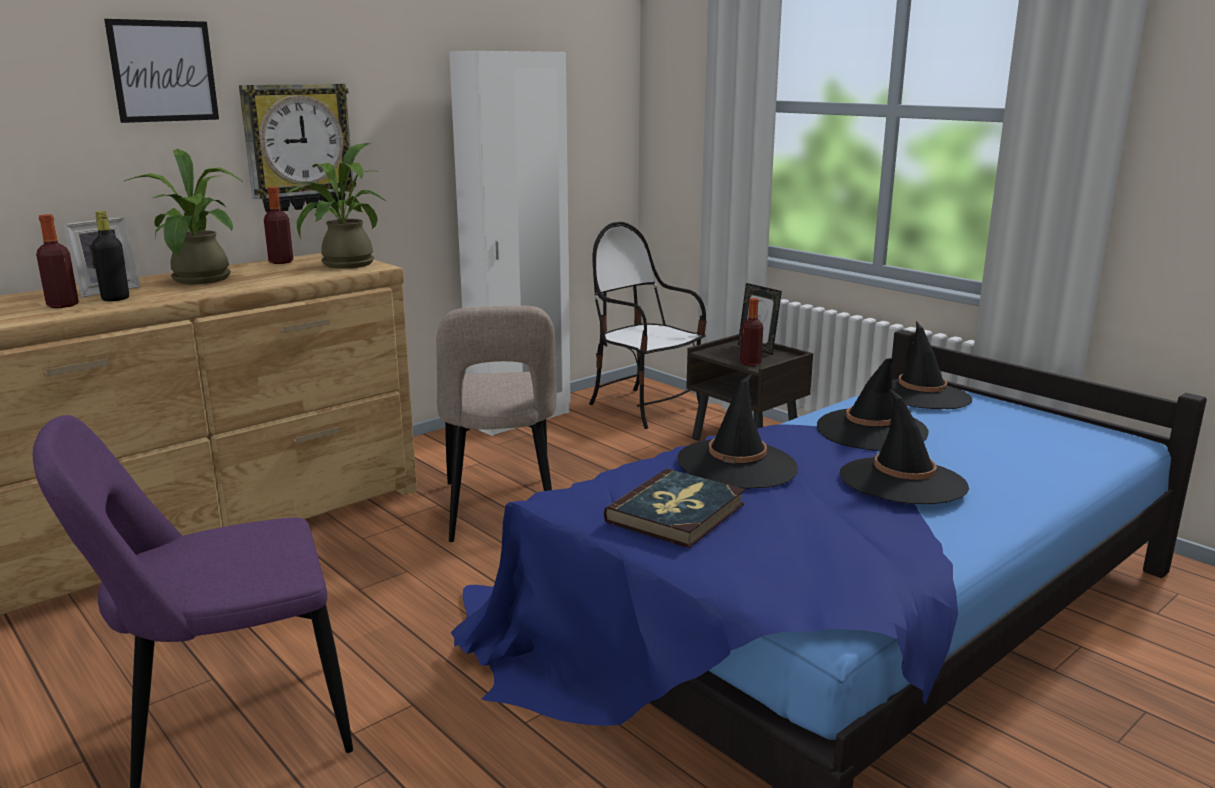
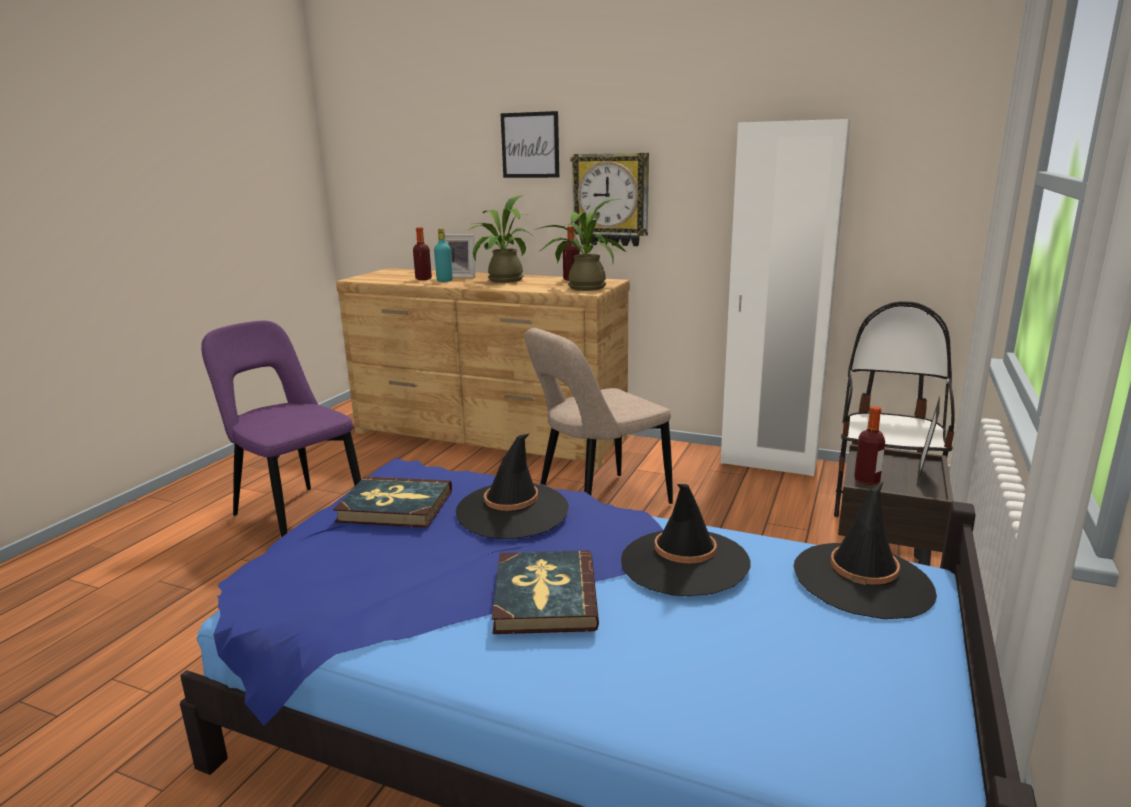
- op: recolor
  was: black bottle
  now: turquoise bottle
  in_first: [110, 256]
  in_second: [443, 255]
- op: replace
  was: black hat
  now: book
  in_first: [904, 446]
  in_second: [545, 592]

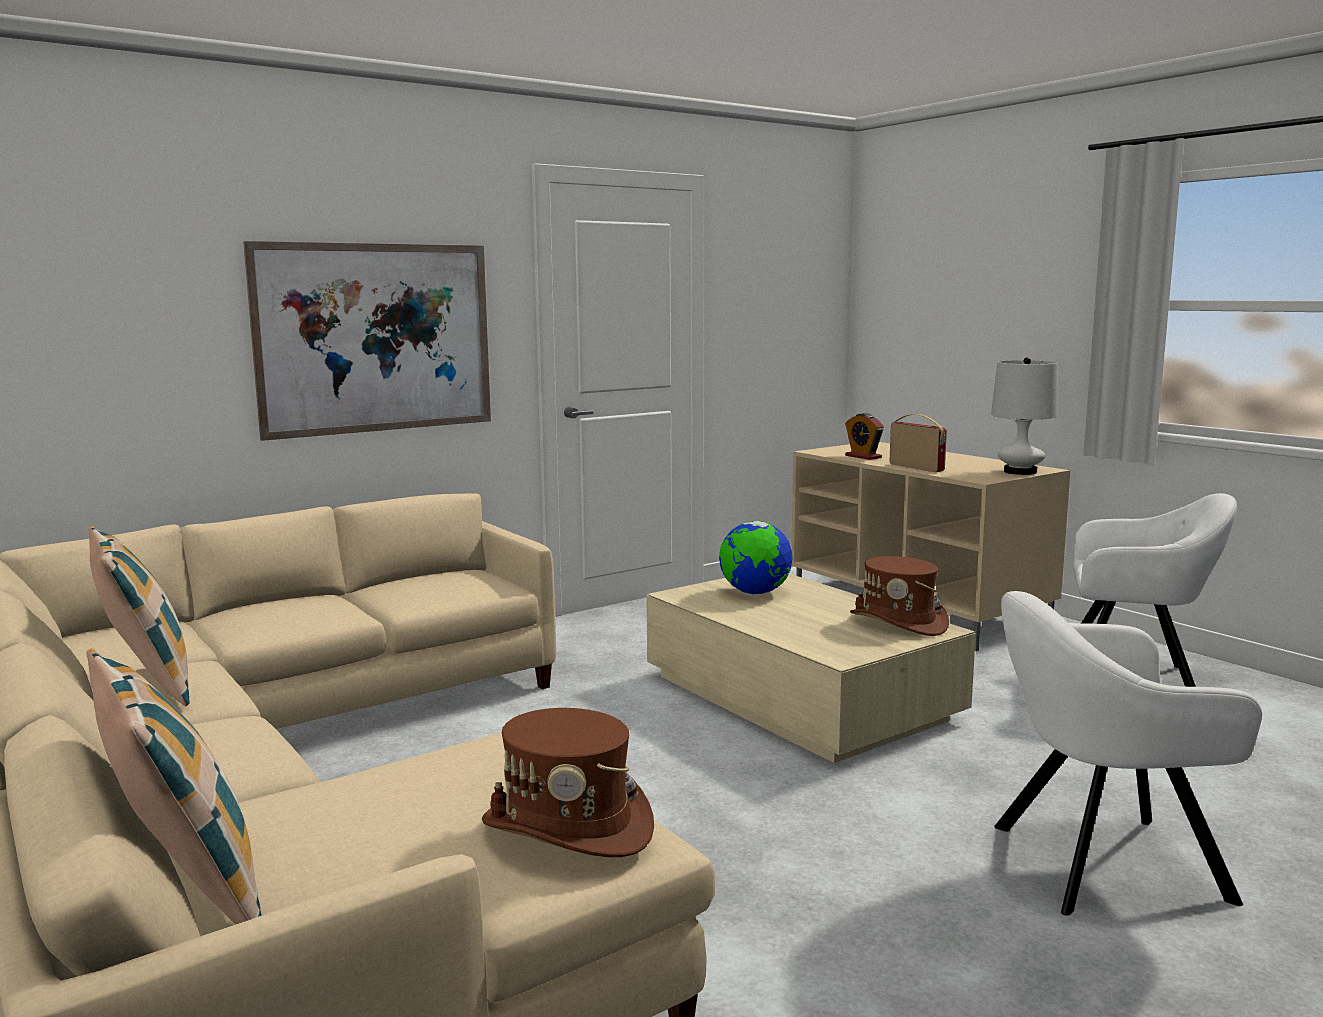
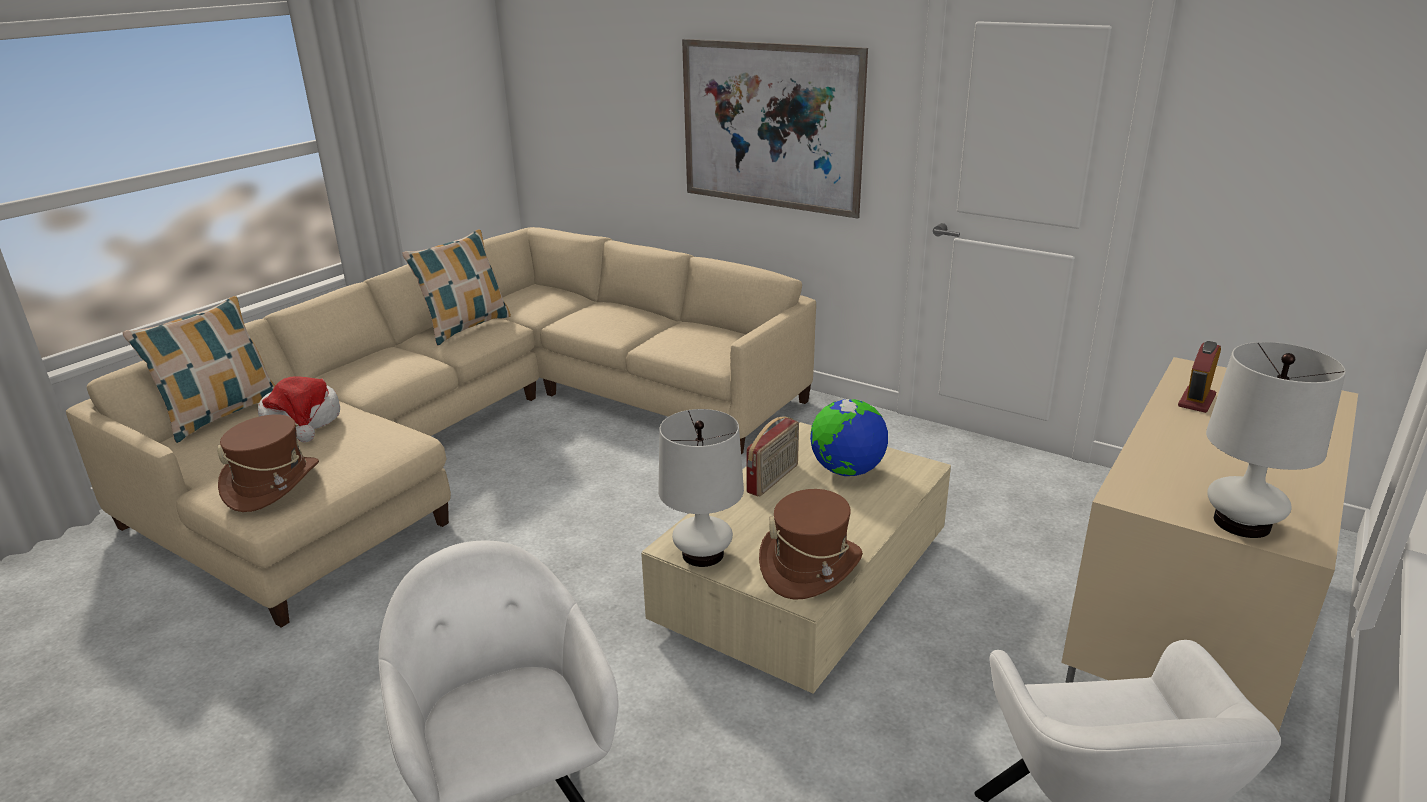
- op: insert
  now: hat
  in_second: [299, 409]
- op: insert
  now: whitish lamp for a table
  in_second: [701, 488]
- op: move
  was: radio set
  in_first: [918, 443]
  in_second: [772, 456]

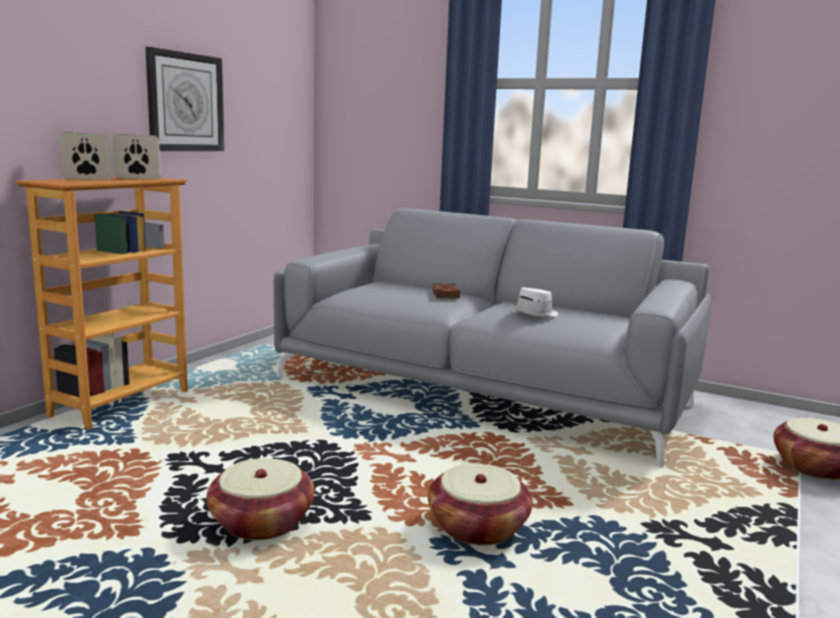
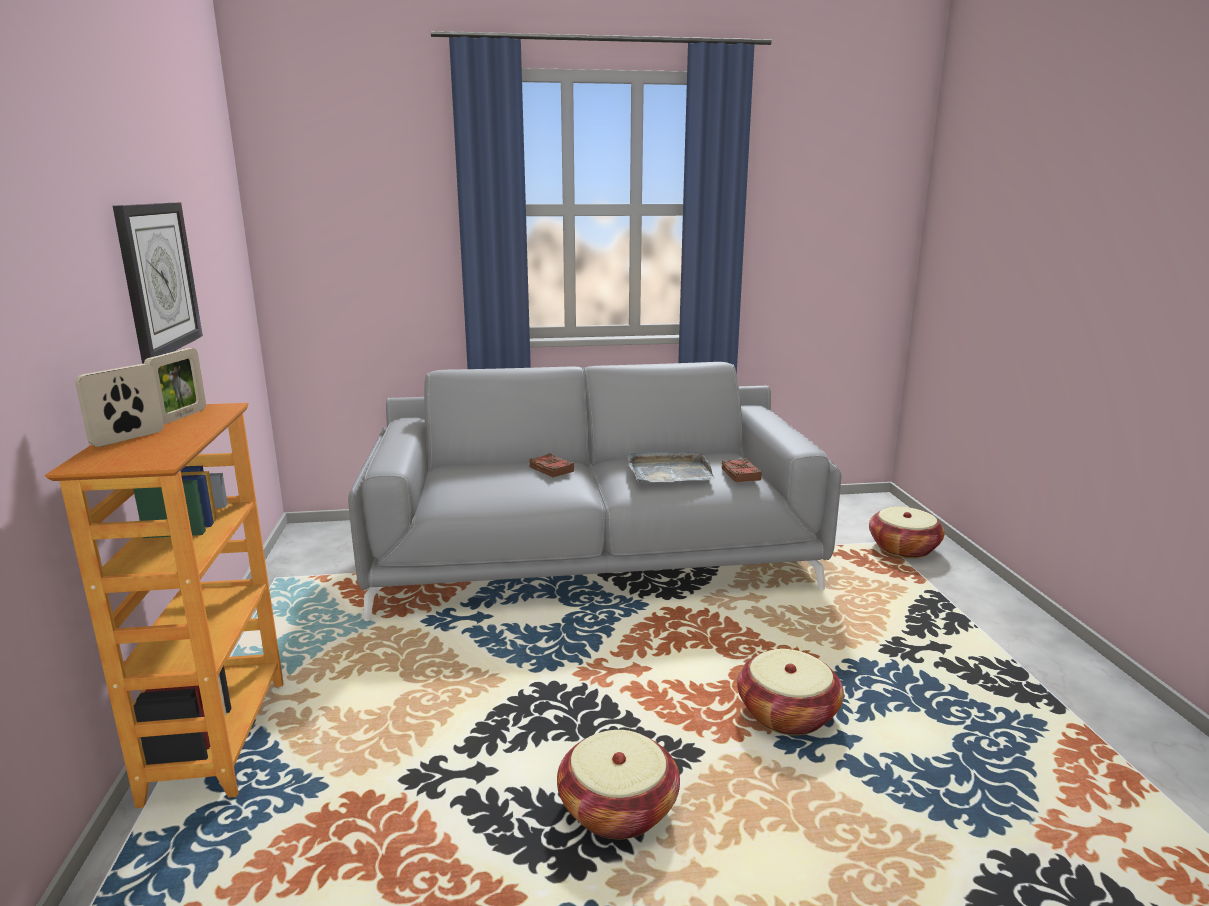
- op: rotate
  was: standing frame
  in_first: [136, 156]
  in_second: [175, 386]
  clockwise: 150
- op: replace
  was: whitish hat
  now: gray serving tray
  in_first: [535, 302]
  in_second: [671, 466]
- op: insert
  now: brown-coloured book
  in_second: [742, 470]

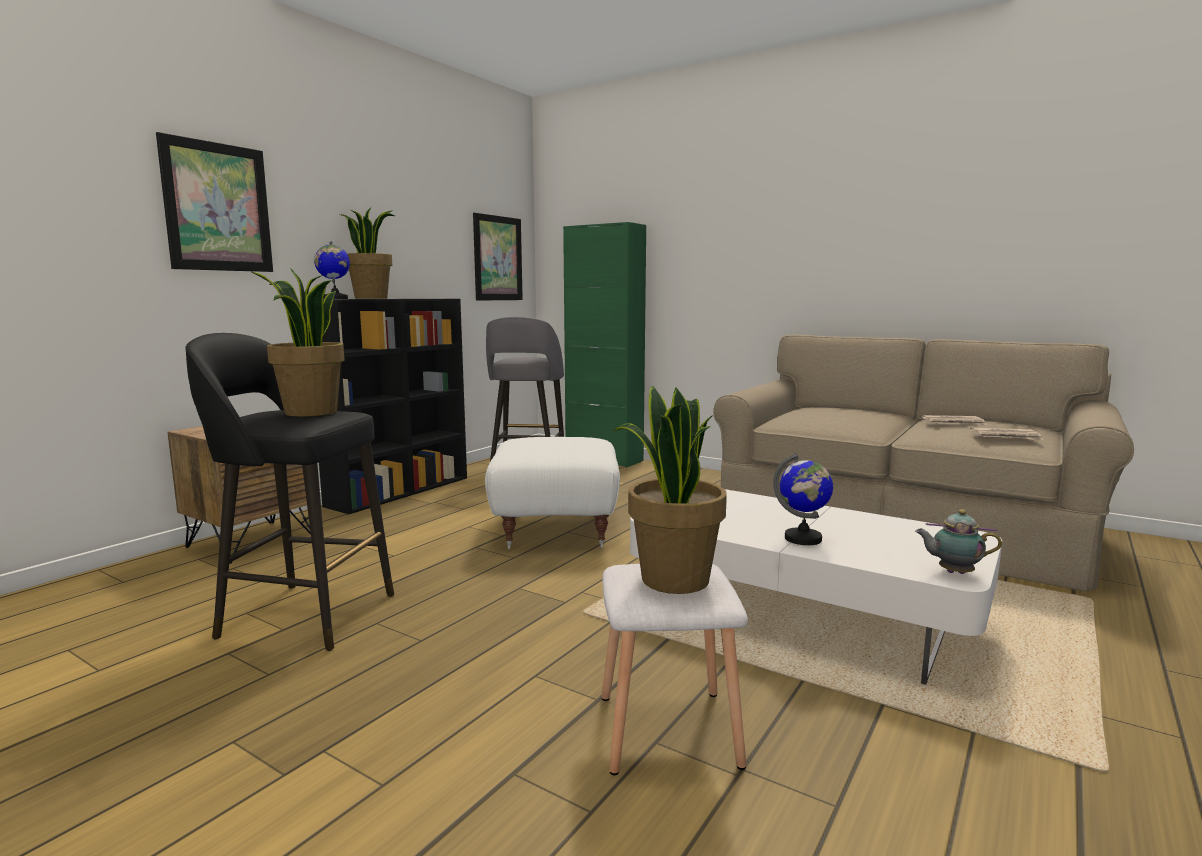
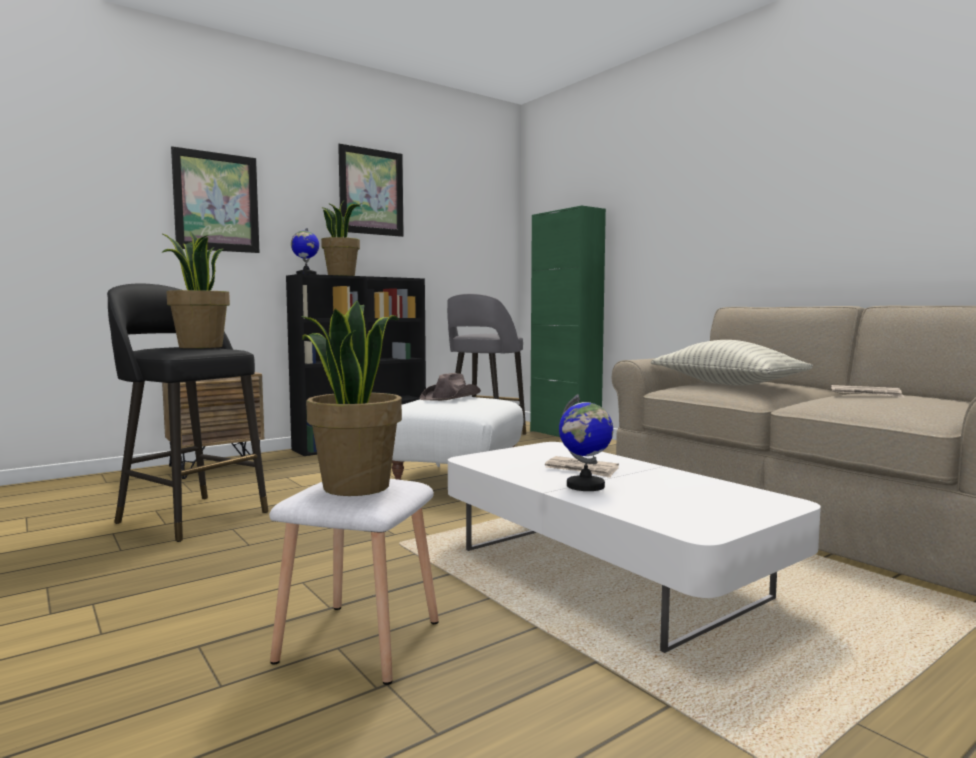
- op: move
  was: wall art
  in_first: [498, 257]
  in_second: [371, 190]
- op: insert
  now: brown-coloured hat
  in_second: [450, 387]
- op: move
  was: printed paper
  in_first: [1007, 434]
  in_second: [582, 467]
- op: insert
  now: cushion
  in_second: [732, 363]
- op: delete
  was: pot for tea
  in_first: [958, 541]

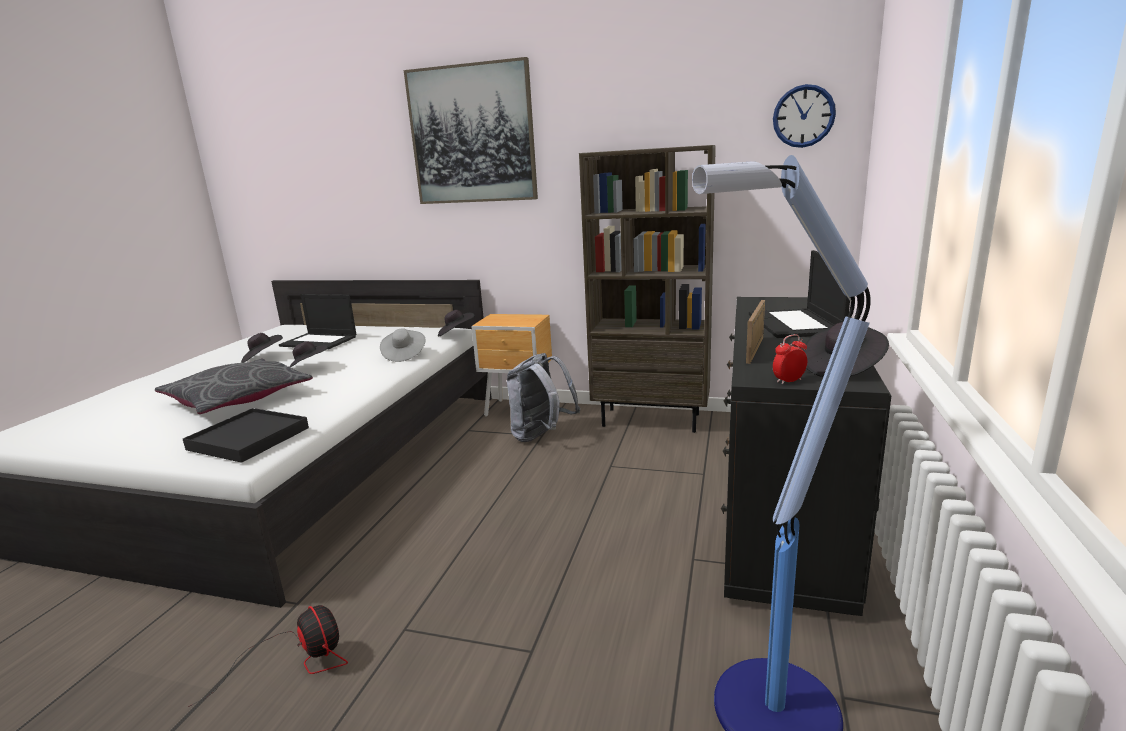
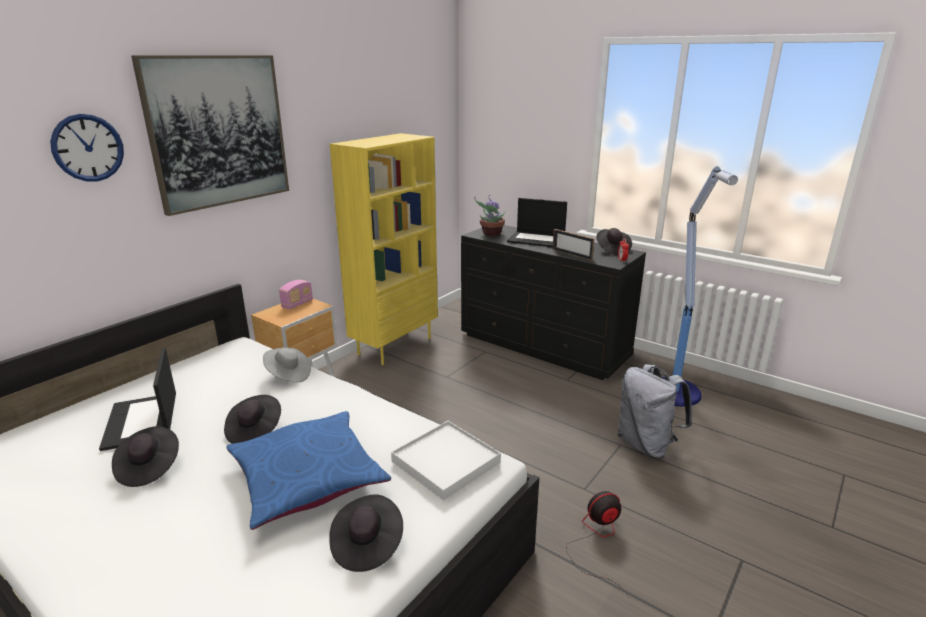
- op: move
  was: wall clock
  in_first: [804, 116]
  in_second: [87, 147]
- op: rotate
  was: portable computer
  in_first: [317, 321]
  in_second: [137, 399]
  clockwise: 120
- op: recolor
  was: gray cushion
  now: blue-coloured cushion
  in_first: [234, 386]
  in_second: [308, 470]
- op: insert
  now: radio set
  in_second: [296, 295]
- op: move
  was: black hat
  in_first: [456, 323]
  in_second: [366, 533]
- op: recolor
  was: brown-coloured bookcase
  now: yellow-coloured bookcase
  in_first: [647, 289]
  in_second: [384, 249]
- op: recolor
  was: black serving tray
  now: whitish serving tray
  in_first: [246, 435]
  in_second: [446, 460]
- op: insert
  now: potted plant
  in_second: [490, 215]
- op: move
  was: gray knapsack
  in_first: [543, 397]
  in_second: [655, 411]

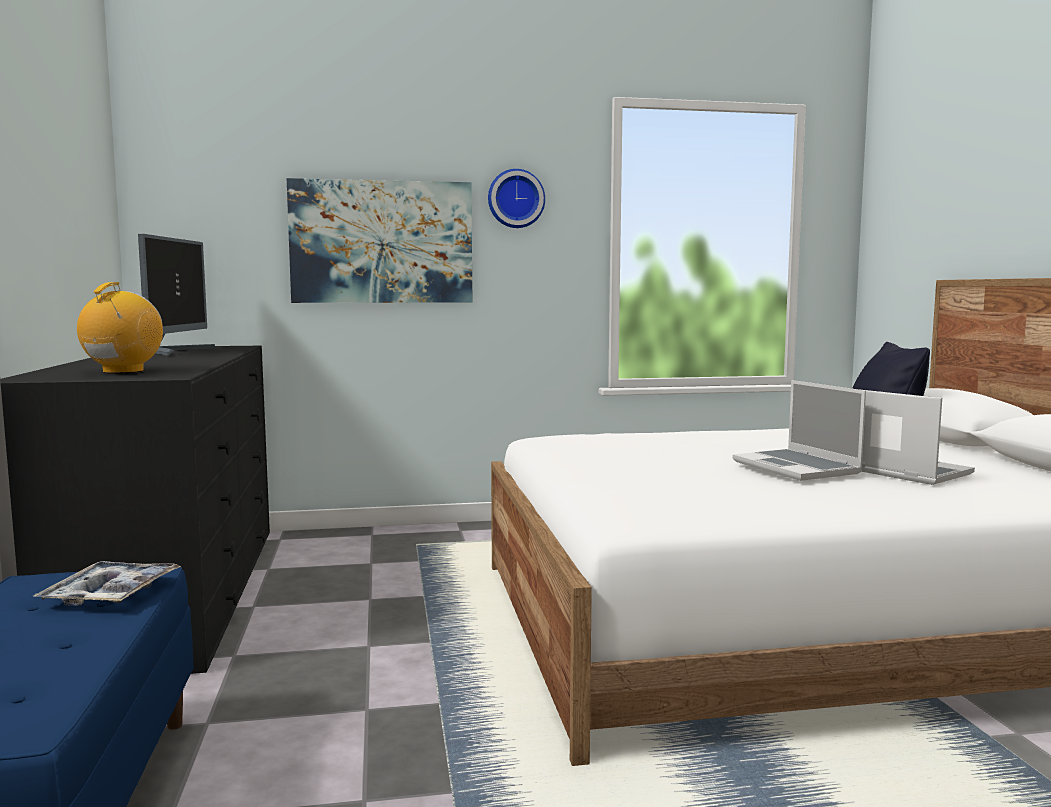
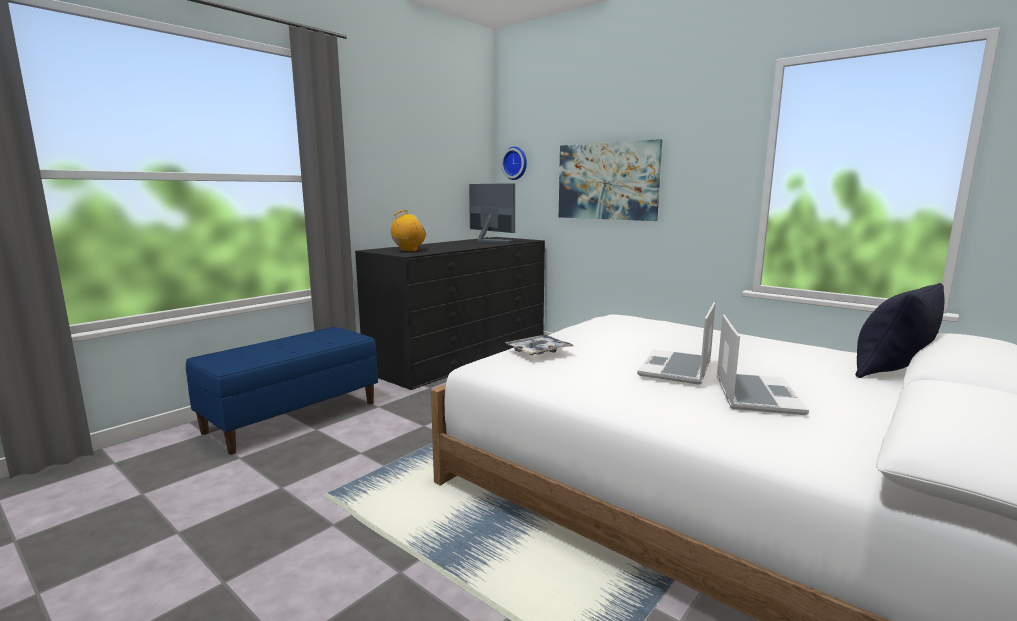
- op: rotate
  was: computer screen
  in_first: [176, 295]
  in_second: [492, 213]
  clockwise: -90
- op: move
  was: wall clock
  in_first: [516, 198]
  in_second: [514, 163]
- op: move
  was: serving tray
  in_first: [107, 583]
  in_second: [539, 345]

